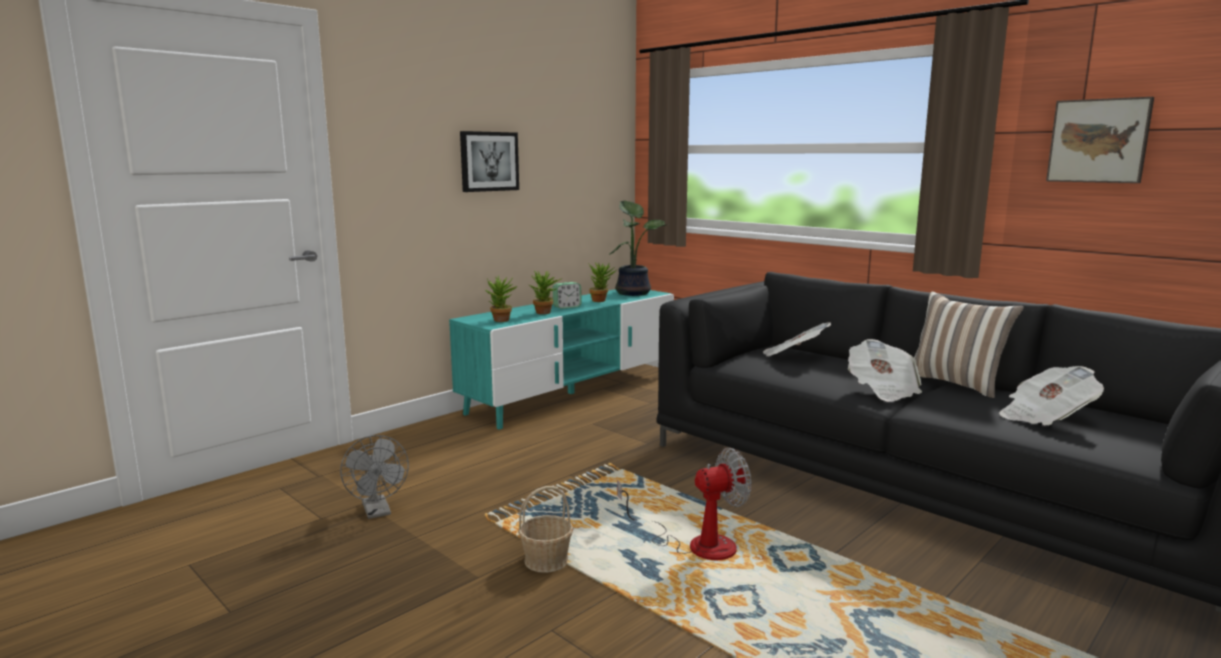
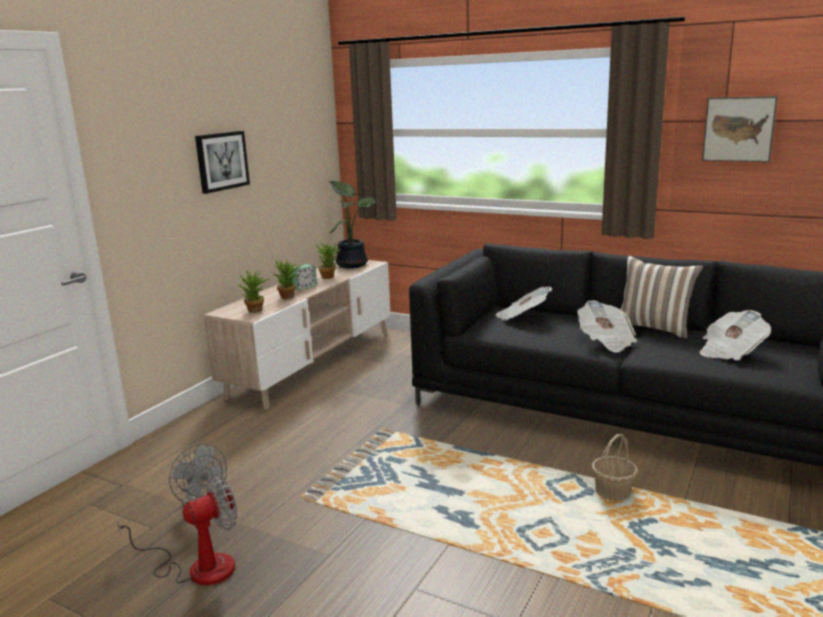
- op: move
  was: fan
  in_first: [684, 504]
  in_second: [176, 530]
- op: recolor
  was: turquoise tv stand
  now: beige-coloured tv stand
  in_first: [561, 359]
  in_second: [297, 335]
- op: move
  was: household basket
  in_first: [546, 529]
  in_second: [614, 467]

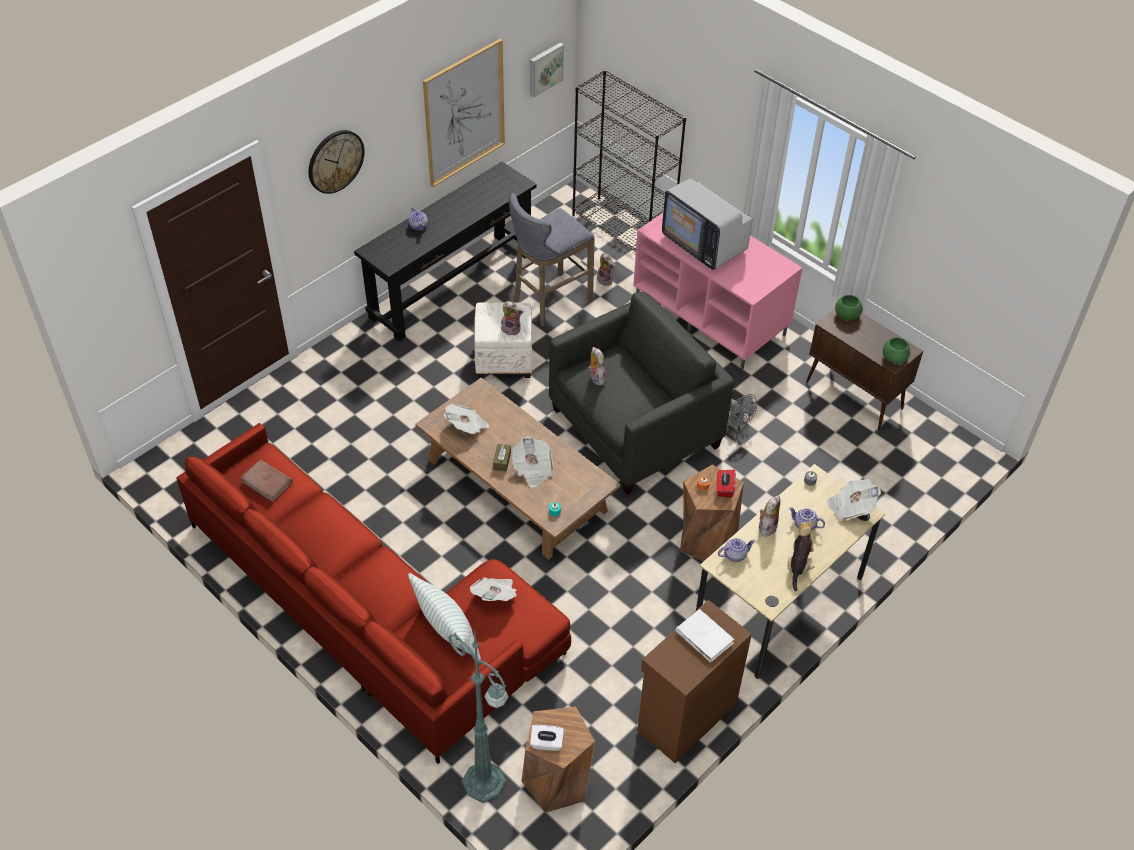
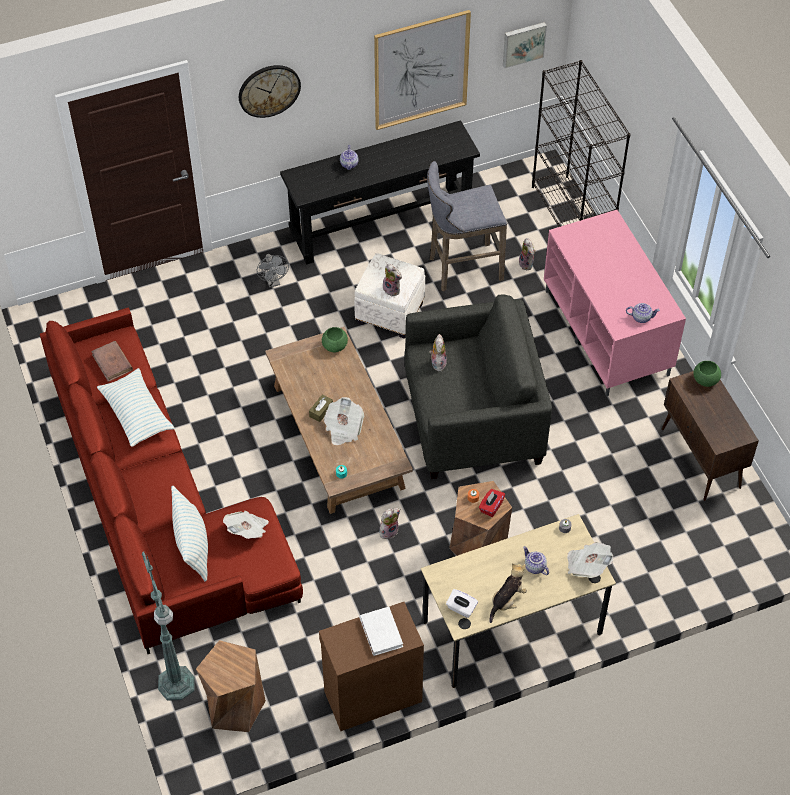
- op: insert
  now: cushion
  in_second: [135, 407]
- op: move
  was: gray fan
  in_first: [742, 413]
  in_second: [273, 271]
- op: move
  was: greenish deep dish
  in_first: [896, 350]
  in_second: [335, 339]
- op: move
  was: plush toy
  in_first: [769, 516]
  in_second: [390, 523]
- op: move
  was: whitish tissue holder
  in_first: [547, 738]
  in_second: [462, 603]
- op: move
  was: pot for tea
  in_first: [736, 550]
  in_second: [643, 313]
- op: delete
  was: printed paper
  in_first: [466, 419]
- op: delete
  was: television
  in_first: [707, 224]

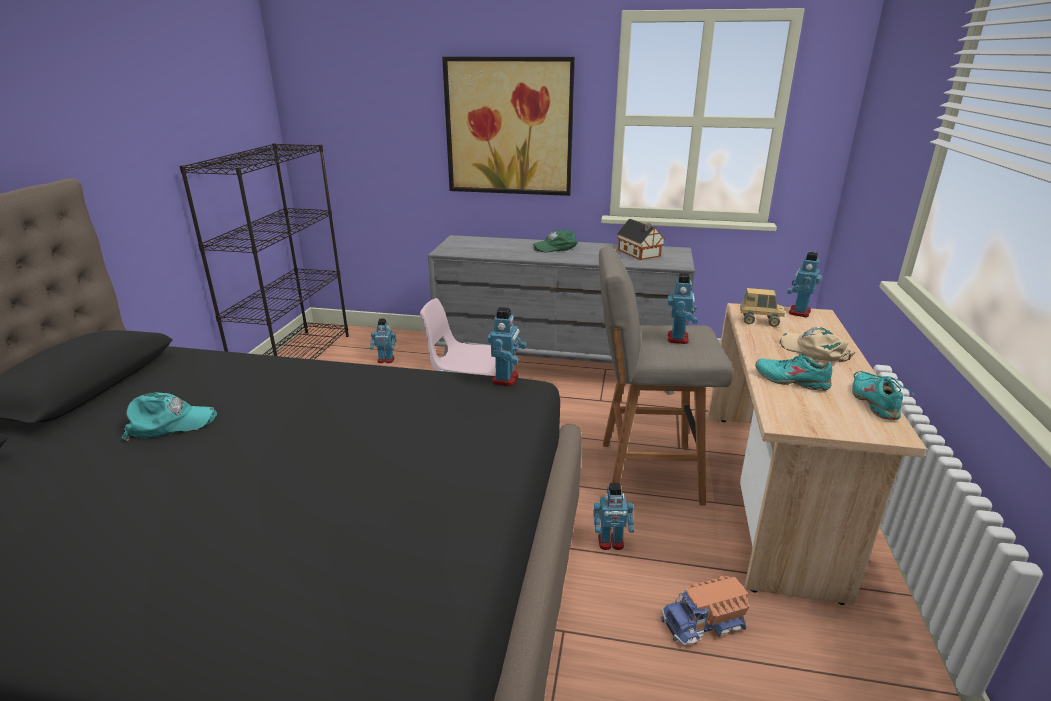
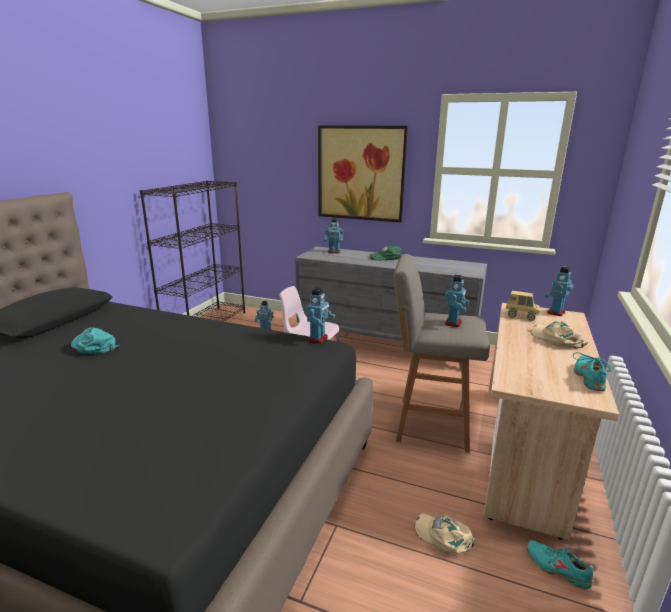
- op: rotate
  was: turquoise cap
  in_first: [169, 416]
  in_second: [95, 341]
  clockwise: -135
- op: move
  was: model robot
  in_first: [613, 516]
  in_second: [333, 235]
- op: replace
  was: model truck
  now: beige-coloured cap
  in_first: [705, 610]
  in_second: [445, 533]
- op: move
  was: turquoise low shoe
  in_first: [794, 372]
  in_second: [560, 564]
- op: delete
  was: miniature house
  in_first: [641, 239]

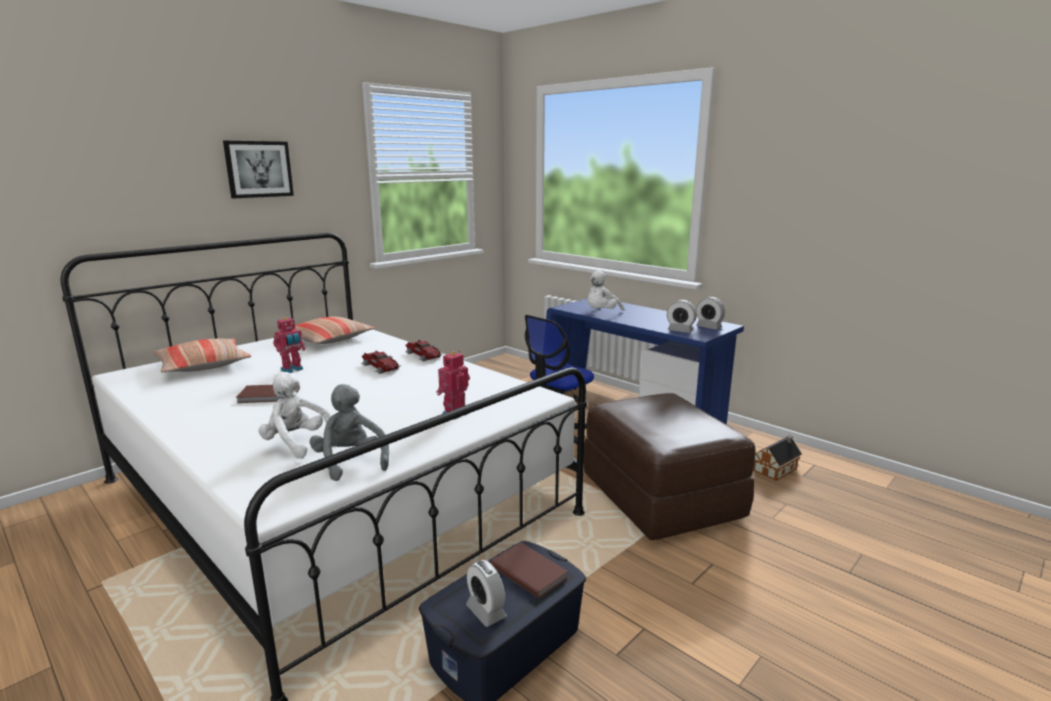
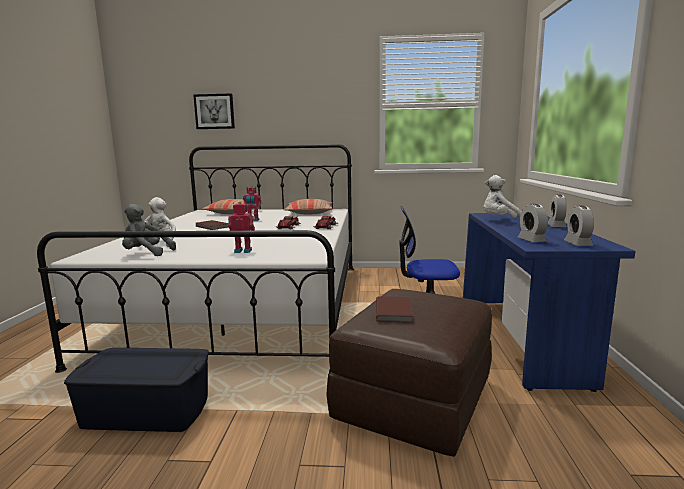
- op: rotate
  was: gray plush toy
  in_first: [349, 432]
  in_second: [149, 230]
  clockwise: -105
- op: move
  was: wall art
  in_first: [258, 169]
  in_second: [214, 111]
- op: move
  was: brown-coloured book
  in_first: [529, 571]
  in_second: [394, 309]
- op: move
  was: alarm clock
  in_first: [486, 593]
  in_second: [557, 210]
- op: delete
  was: miniature house
  in_first: [777, 458]

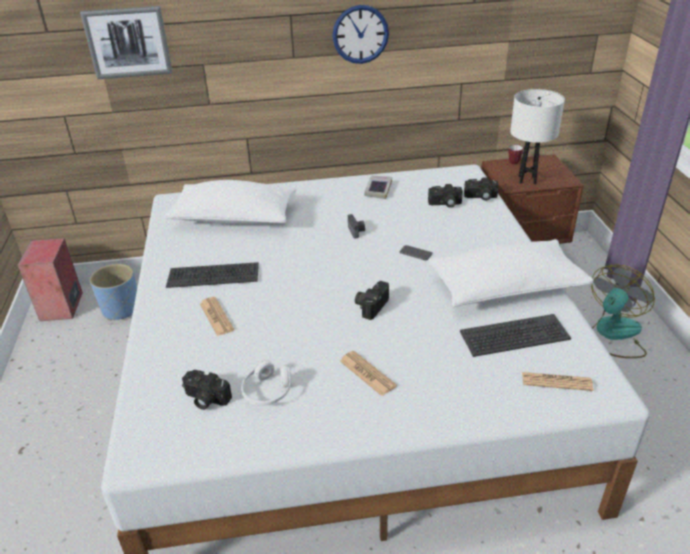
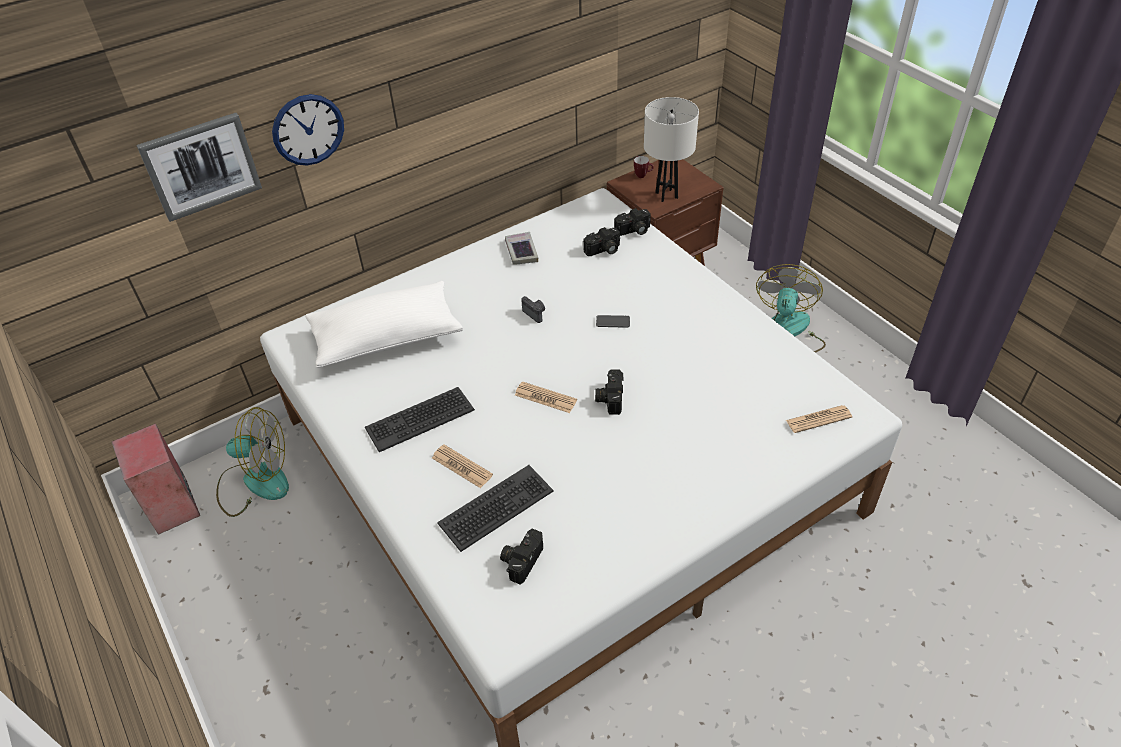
- op: replace
  was: blue-coloured flower pot
  now: fan
  in_first: [113, 292]
  in_second: [252, 462]
- op: move
  was: wall clock
  in_first: [360, 34]
  in_second: [308, 129]
- op: move
  was: keyboard
  in_first: [515, 335]
  in_second: [495, 508]
- op: rotate
  was: photo camera
  in_first: [207, 390]
  in_second: [521, 557]
  clockwise: 120
- op: move
  was: printed paper
  in_first: [368, 373]
  in_second: [546, 397]
- op: delete
  was: whitish headphones
  in_first: [266, 383]
- op: delete
  was: whitish cushion
  in_first: [511, 273]

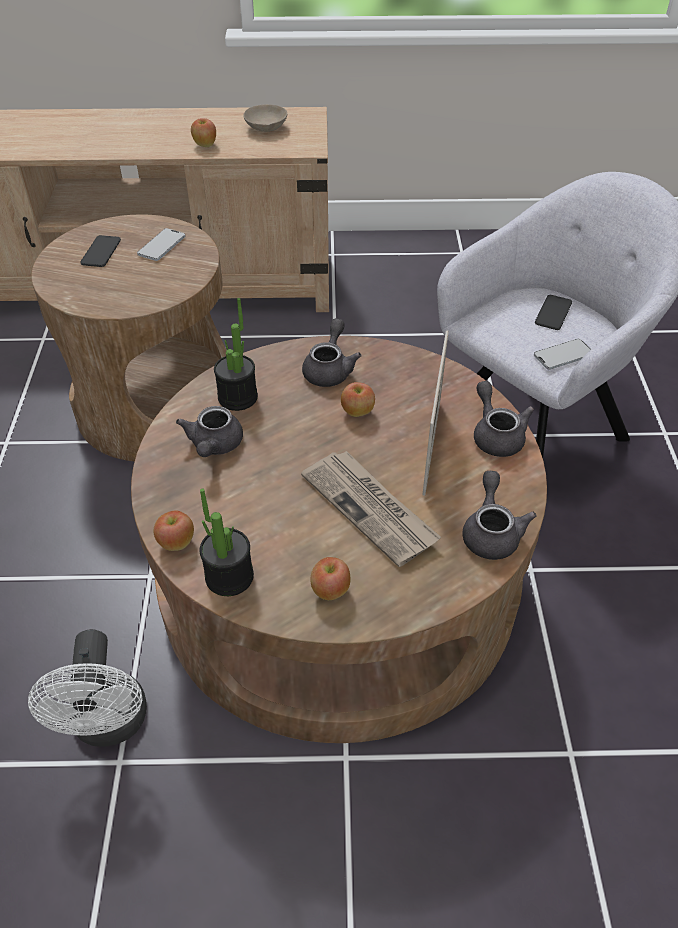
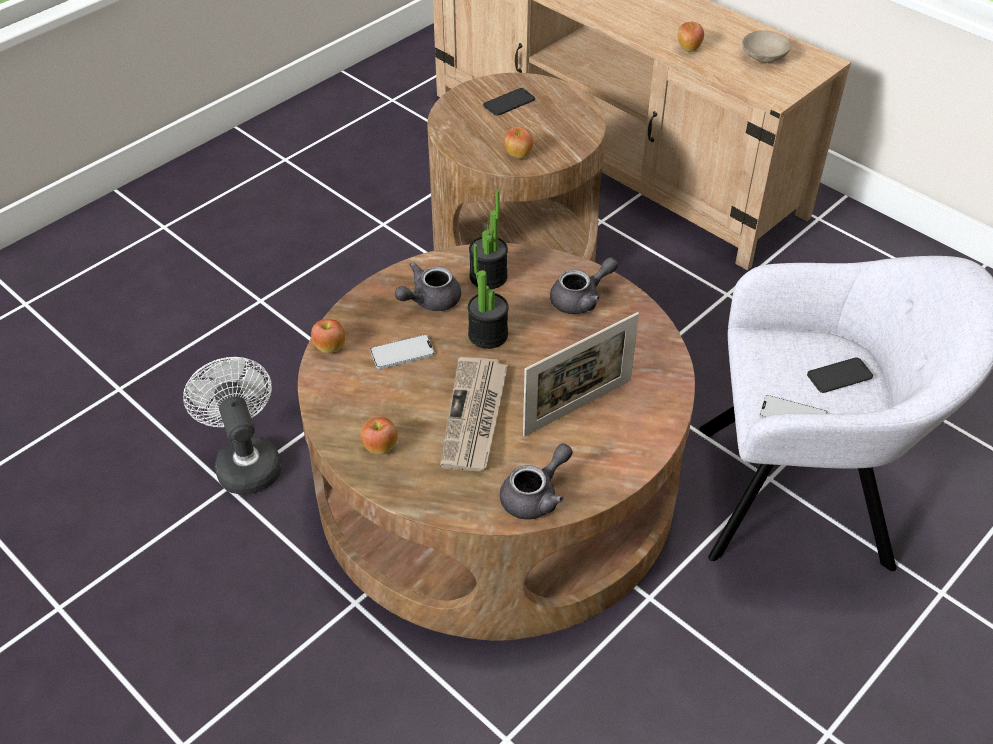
- op: rotate
  was: whitish fan
  in_first: [87, 688]
  in_second: [232, 426]
  clockwise: 120
- op: move
  was: telephone
  in_first: [161, 244]
  in_second: [402, 352]
- op: move
  was: potted plant
  in_first: [227, 542]
  in_second: [488, 296]
- op: move
  was: whole apple
  in_first: [358, 399]
  in_second: [518, 143]
- op: delete
  was: gray pot for tea
  in_first: [504, 419]

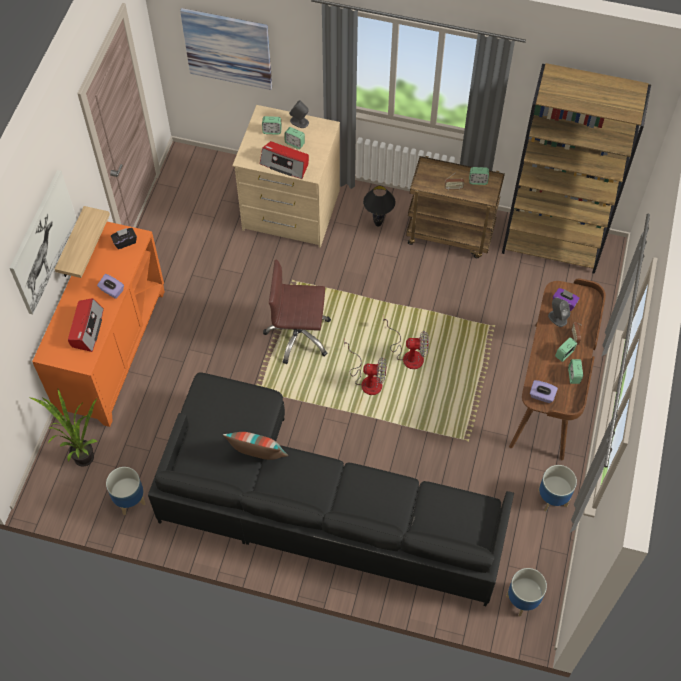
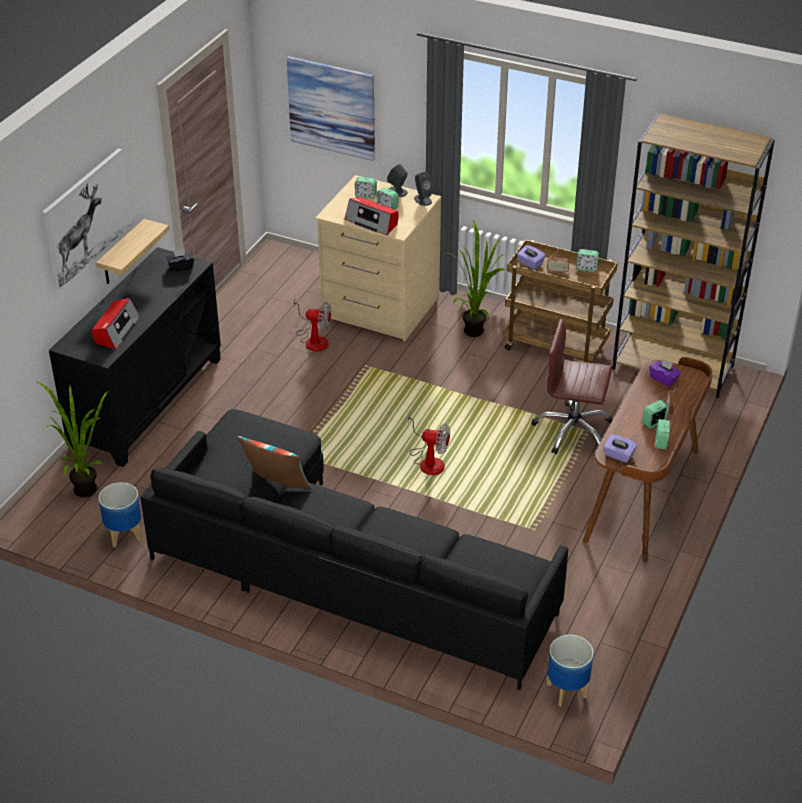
- op: recolor
  was: orange cupboard
  now: black cupboard
  in_first: [98, 324]
  in_second: [135, 357]
- op: move
  was: fan
  in_first: [406, 343]
  in_second: [312, 324]
- op: move
  was: gray loudspeaker
  in_first: [559, 312]
  in_second: [423, 189]
- op: replace
  was: black lamp for a table
  now: potted plant
  in_first: [379, 206]
  in_second: [475, 278]
- op: move
  was: purple-coloured tissue holder
  in_first: [110, 286]
  in_second: [531, 257]
- op: move
  was: brown-coloured computer chair
  in_first: [297, 311]
  in_second: [571, 386]
- op: delete
  was: flower pot
  in_first: [557, 488]

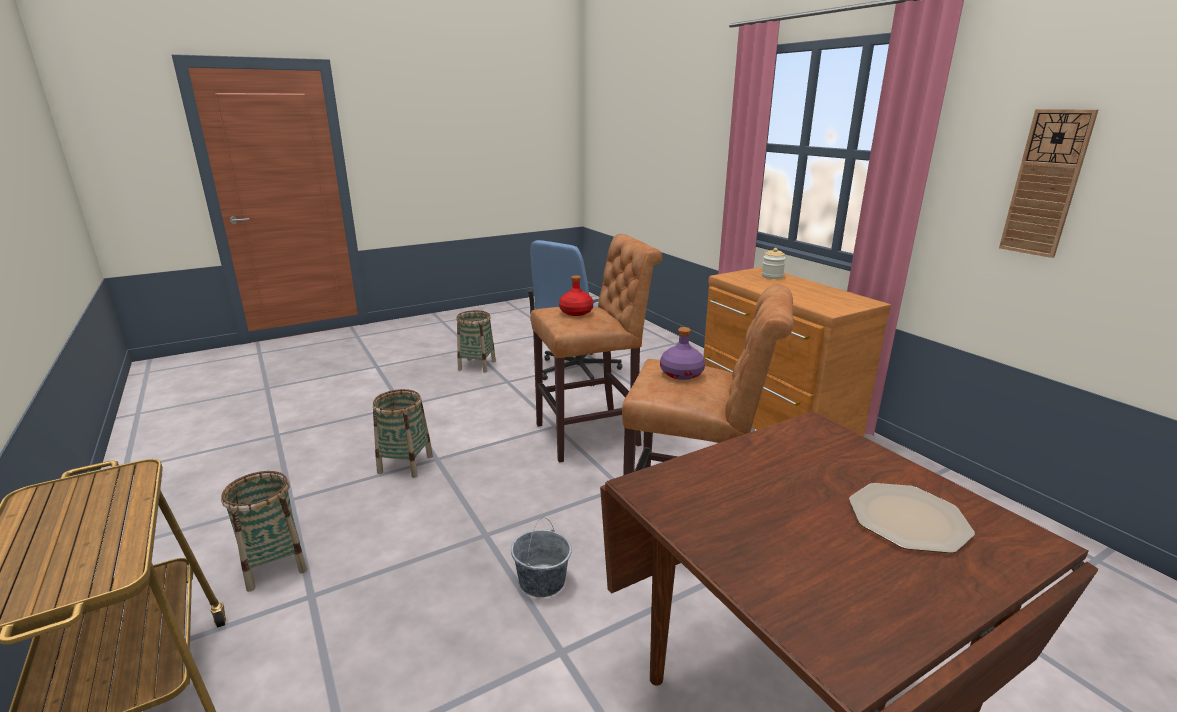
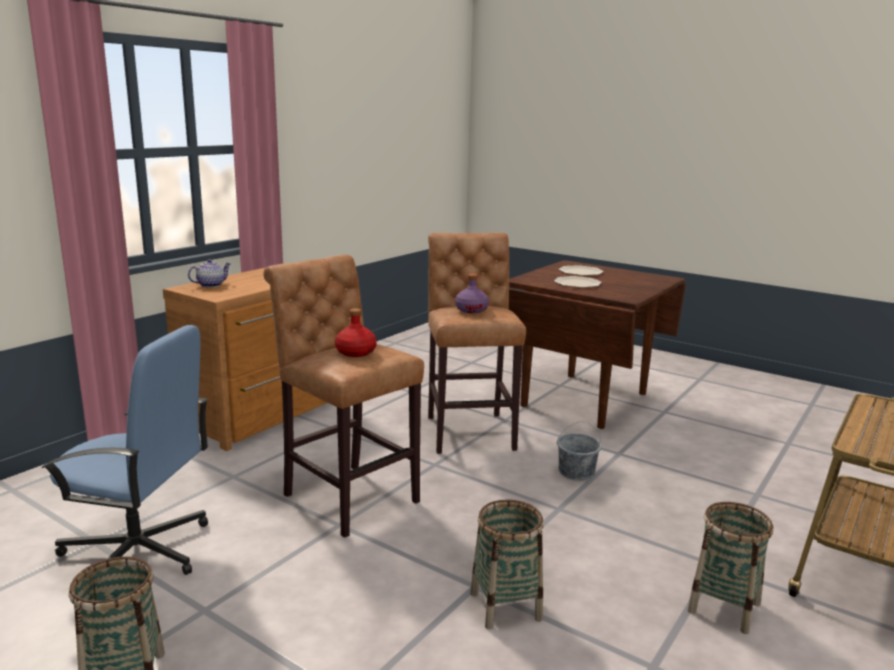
- op: replace
  was: jar
  now: pot for tea
  in_first: [774, 263]
  in_second: [209, 273]
- op: insert
  now: flat dish
  in_second: [578, 282]
- op: delete
  was: wall clock
  in_first: [1048, 183]

